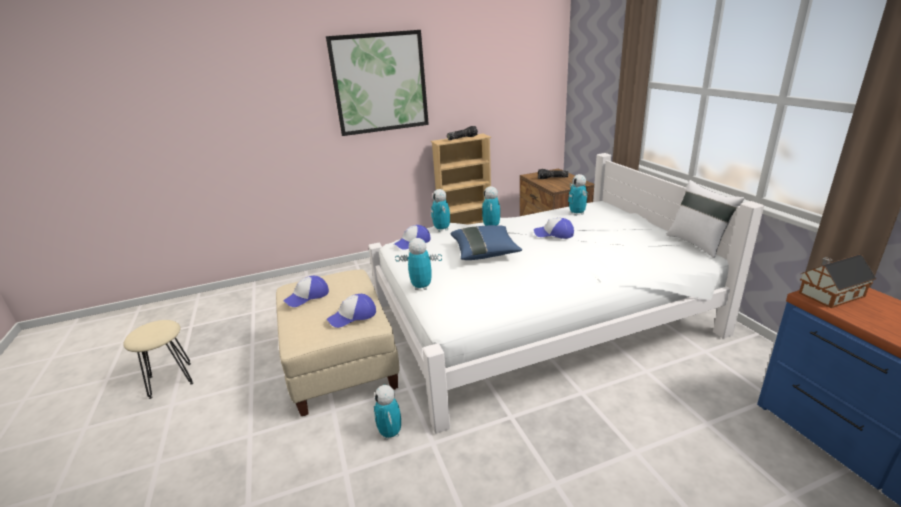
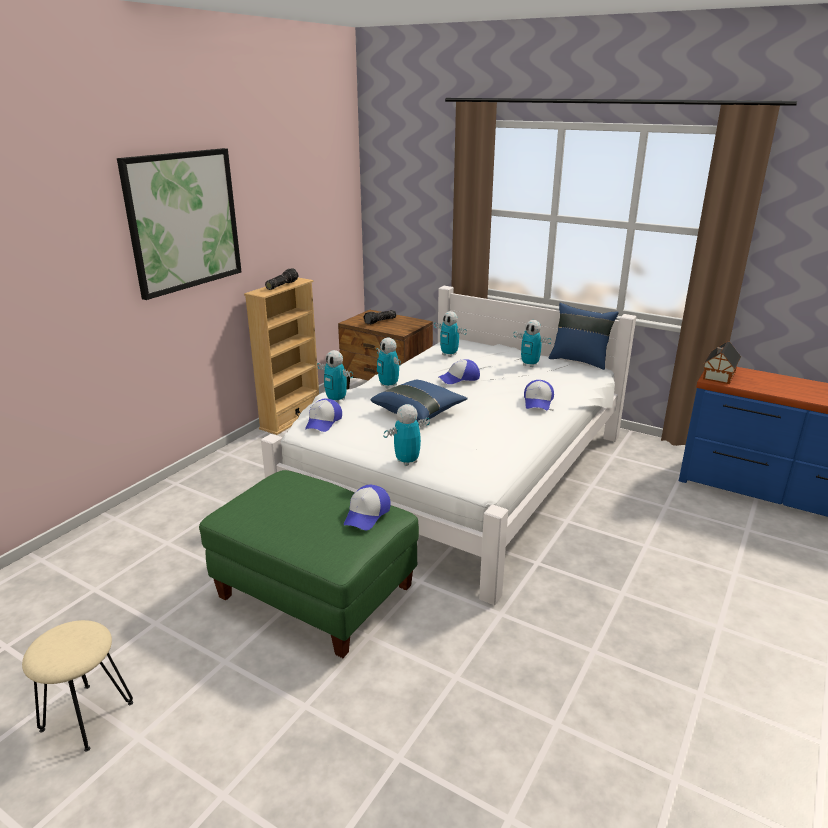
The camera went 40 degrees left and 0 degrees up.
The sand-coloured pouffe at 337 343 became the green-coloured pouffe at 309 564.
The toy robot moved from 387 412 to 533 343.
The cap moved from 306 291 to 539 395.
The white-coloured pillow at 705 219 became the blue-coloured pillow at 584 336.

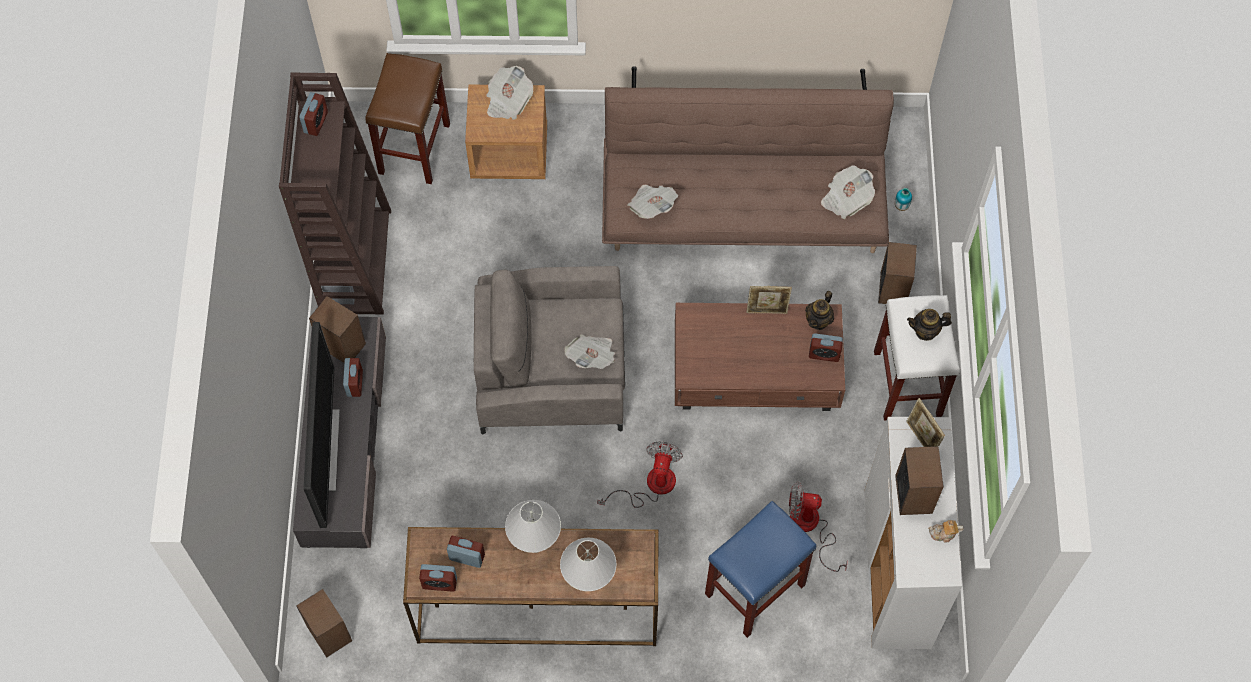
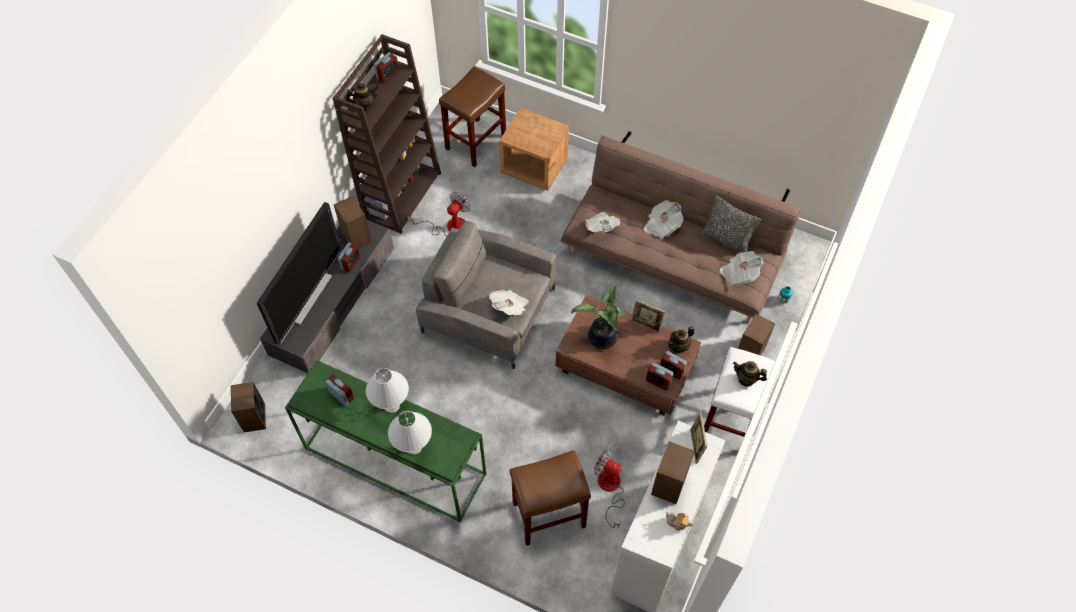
The camera went 25 degrees right and 5 degrees down.
The brown narrow table at 530 586 became the green-coloured narrow table at 386 441.
The pot for tea at 362 97 appeared.
The cooling fan moved from 640 474 to 438 214.
The blue-coloured stool at 760 569 became the brown stool at 550 498.
The potted plant at 598 317 appeared.
The daily paper moved from 509 93 to 664 219.
The bedside clock moved from 438 578 to 659 376.
The pillow at 731 224 appeared.

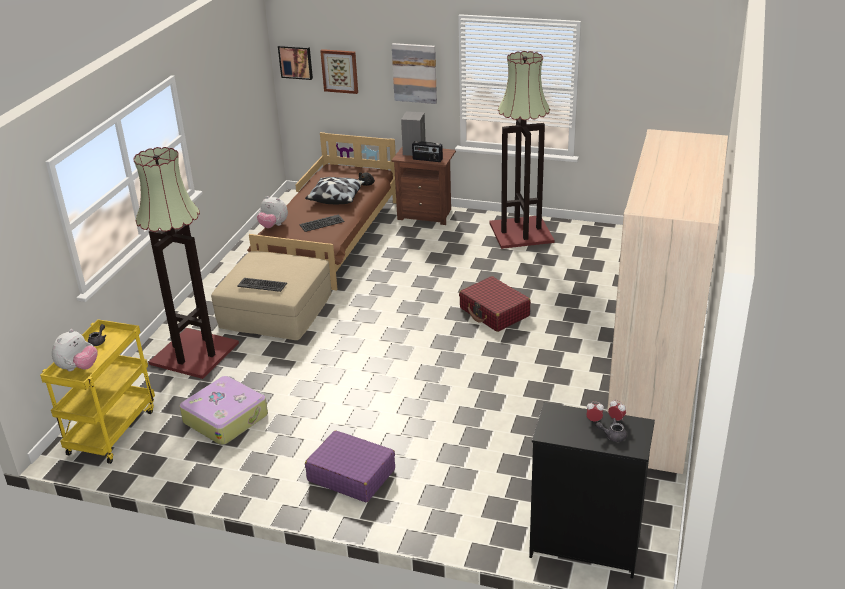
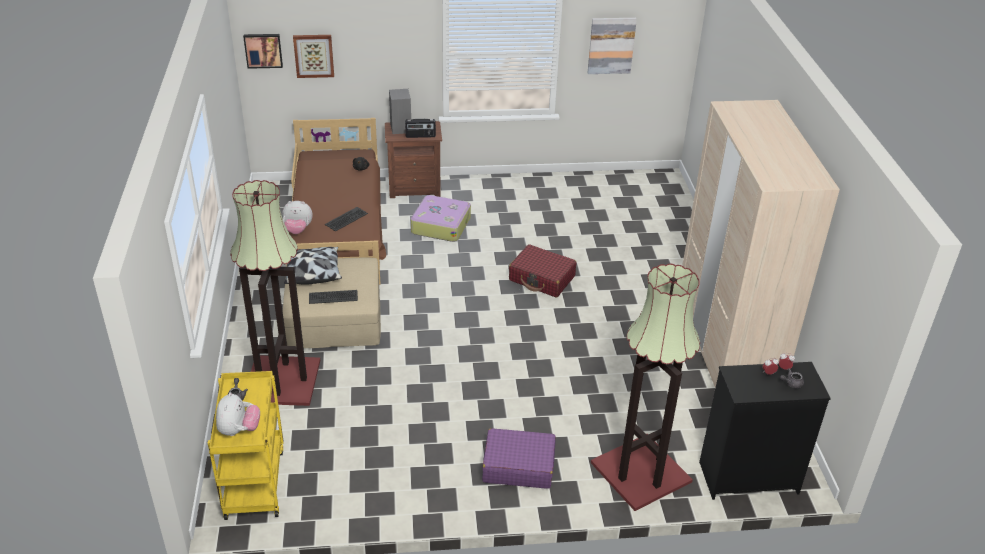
The camera went 25 degrees left and 5 degrees up.
The pillow moved from 335 190 to 313 265.
The piece of luggage moved from 223 410 to 441 218.
The picture moved from 414 73 to 612 46.
The floor lamp moved from 522 150 to 645 387.

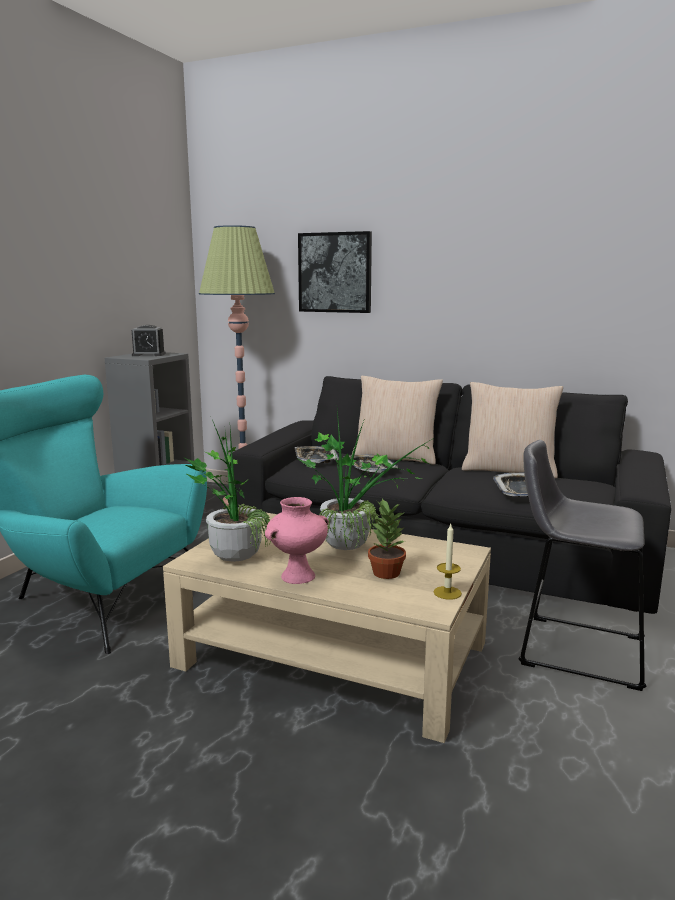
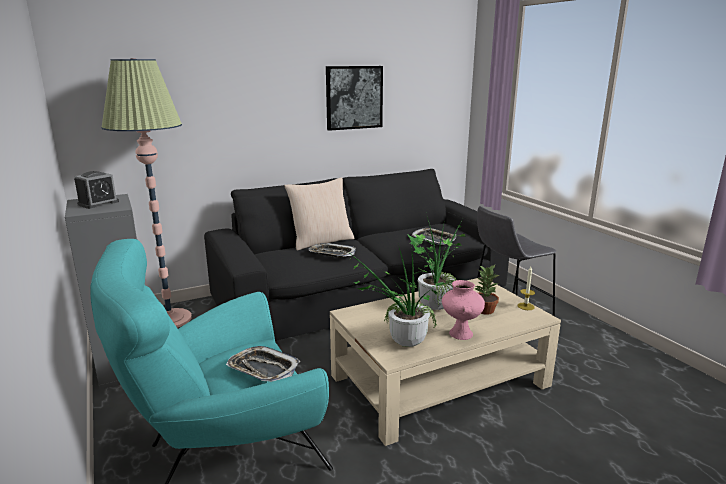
The camera went 50 degrees left and 5 degrees up.
The serving tray moved from 317 454 to 263 364.
The picture moved from 335 272 to 354 98.
The sand-coloured pillow at 512 430 disappeared.

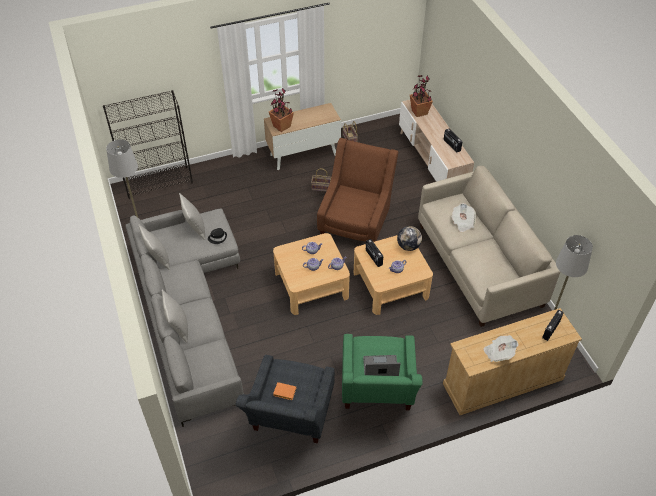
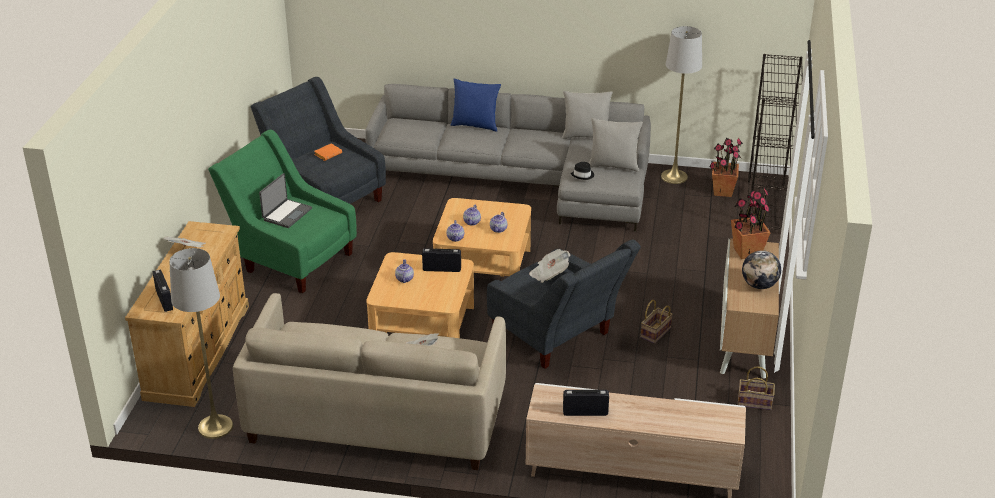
The camera went 120 degrees right and 15 degrees down.
The grey pillow at 175 315 became the blue-coloured pillow at 476 105.
The brown lounge chair at 357 190 became the grey lounge chair at 564 304.
The daily paper at 549 266 appeared.
The potted plant moved from 421 96 to 726 167.
The globe moved from 409 238 to 761 269.

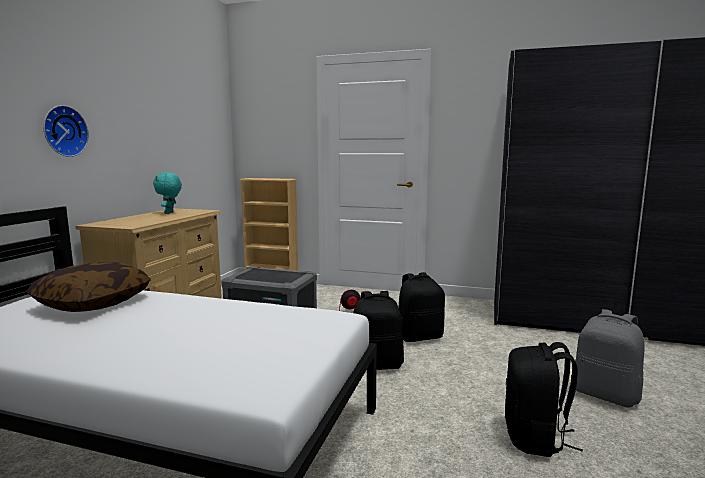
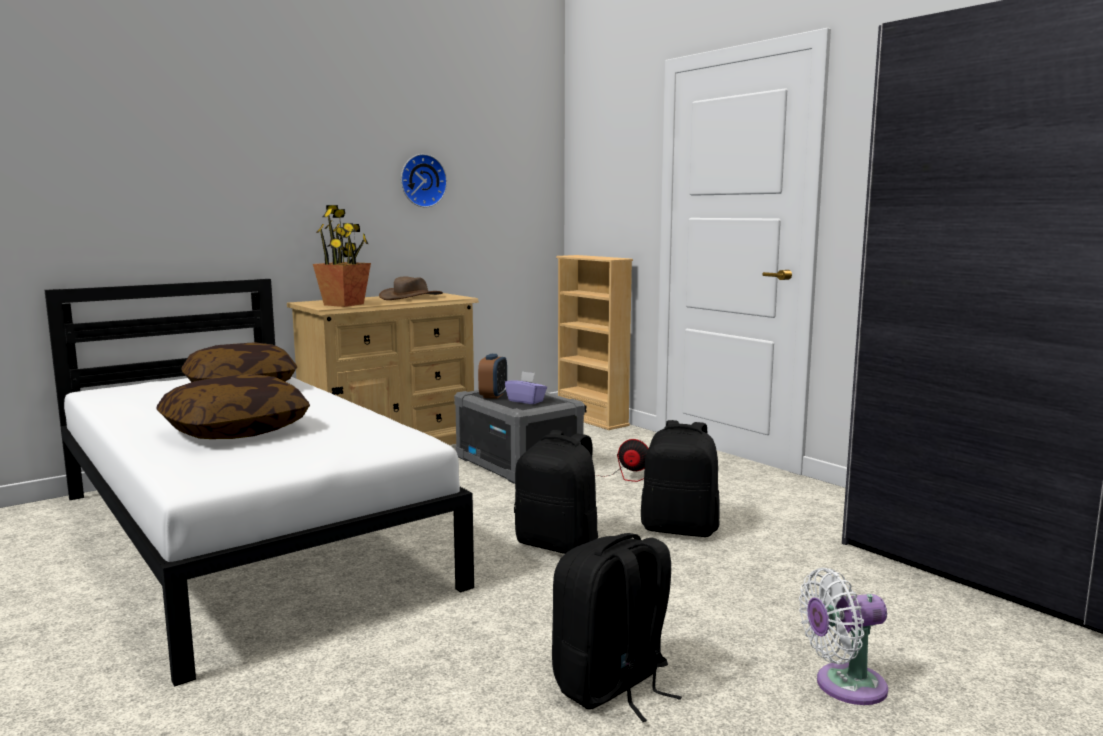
The camera went 35 degrees right and 0 degrees up.
The pillow at 233 406 appeared.
The potted plant at 342 256 appeared.
The turquoise cuddly toy at 167 193 was replaced by the brown hat at 411 288.
The wall clock moved from 66 131 to 424 180.
The bedside clock at 492 376 appeared.
The purple box of tissues at 526 387 appeared.
The grey knapsack at 609 358 was replaced by the white-coloured cooling fan at 843 636.

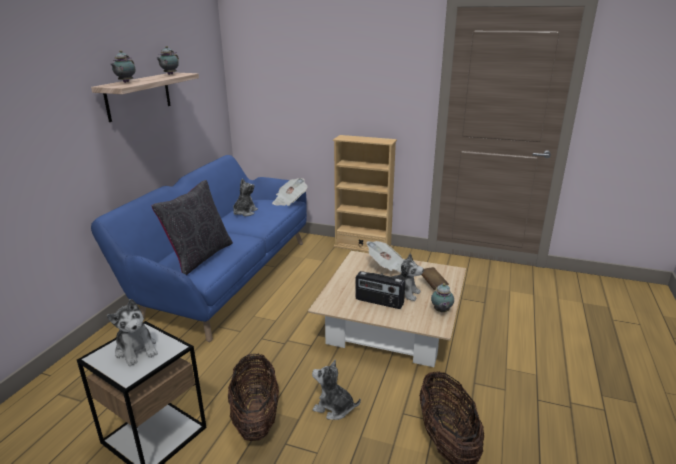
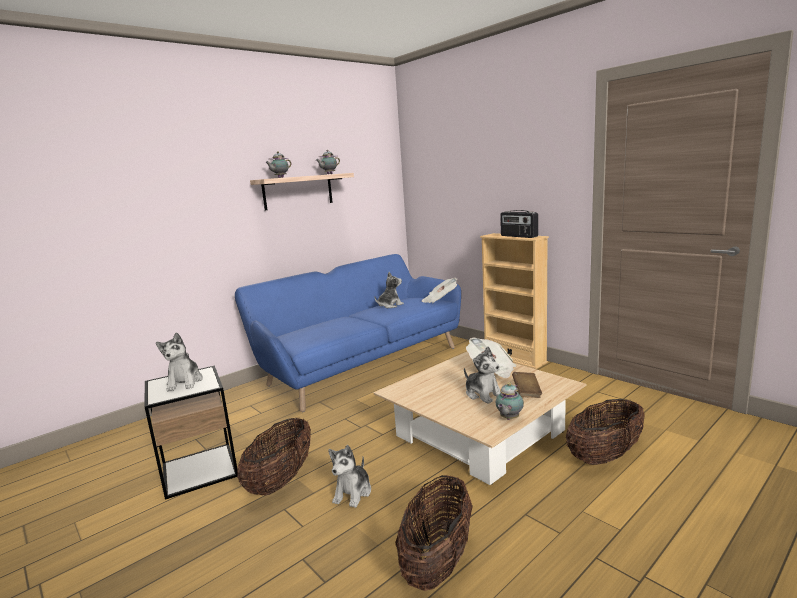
The camera went 30 degrees right and 10 degrees down.
The cuddly toy at 336 390 turned 120 degrees counterclockwise.
The radio moved from 380 290 to 519 224.
The household basket at 605 432 appeared.
The black pillow at 192 227 disappeared.

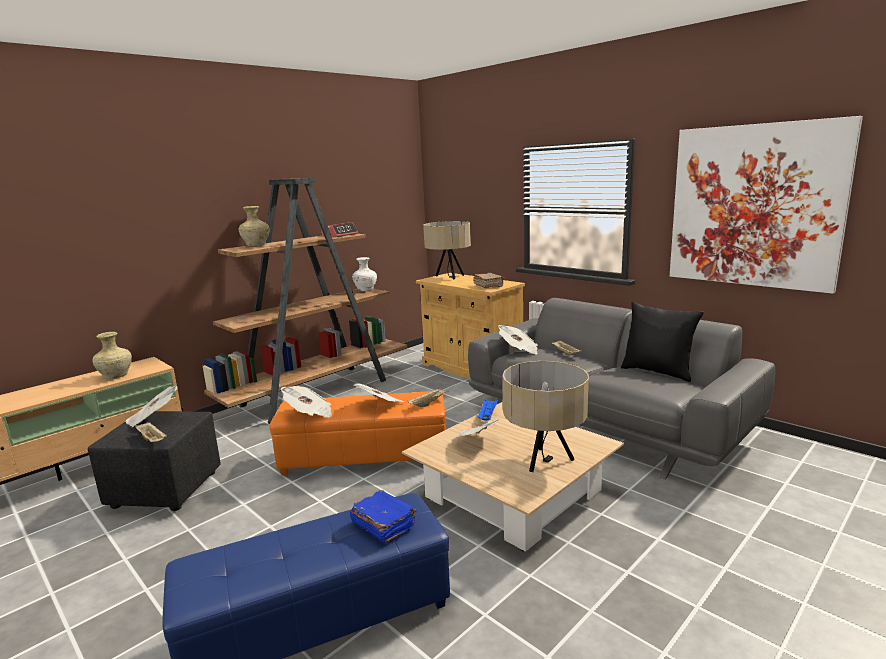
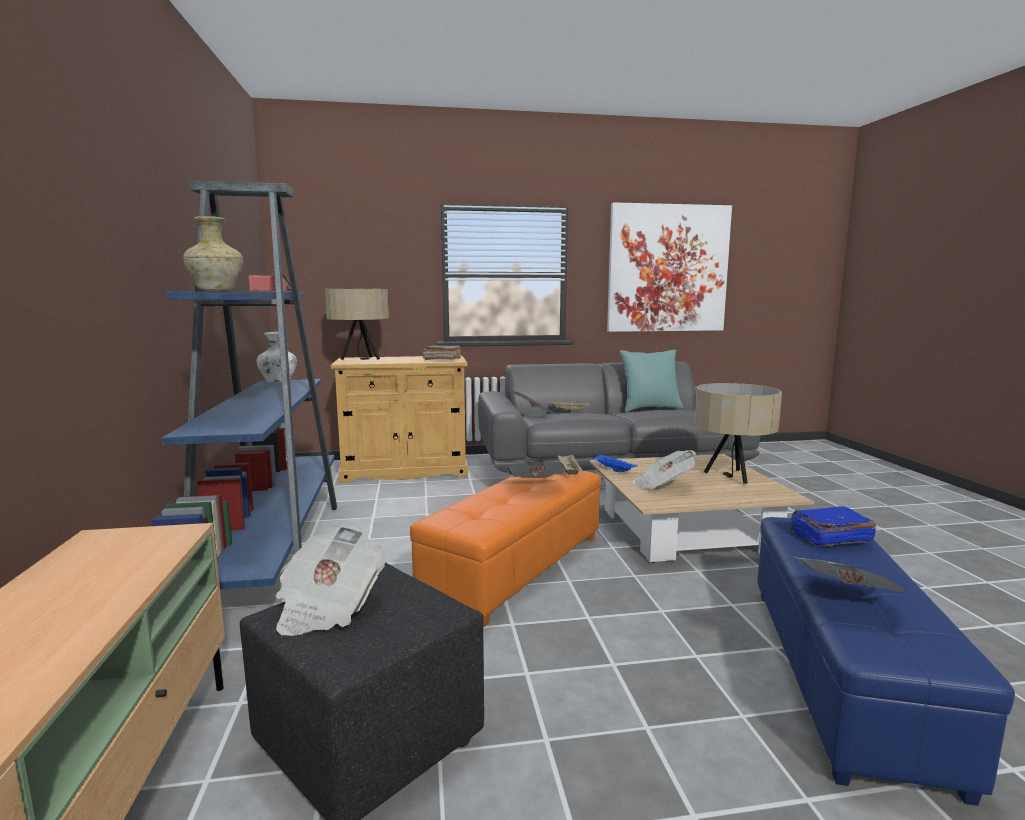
The camera went 55 degrees left and 5 degrees down.
The brown bookshelf at 305 301 became the blue-coloured bookshelf at 244 385.
The black pillow at 662 342 became the turquoise pillow at 651 381.
The daily paper moved from 306 402 to 850 574.
The sand-coloured flower vase at 112 355 disappeared.
The sand-coloured serving tray at 151 432 disappeared.

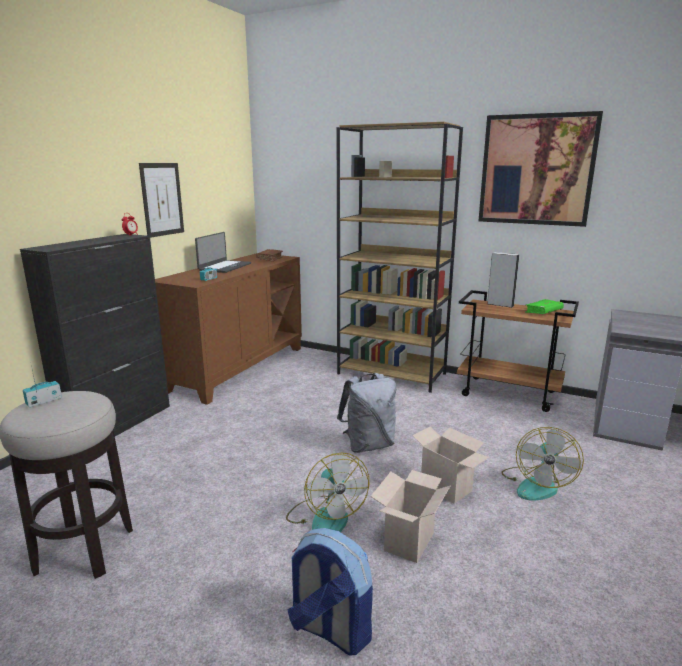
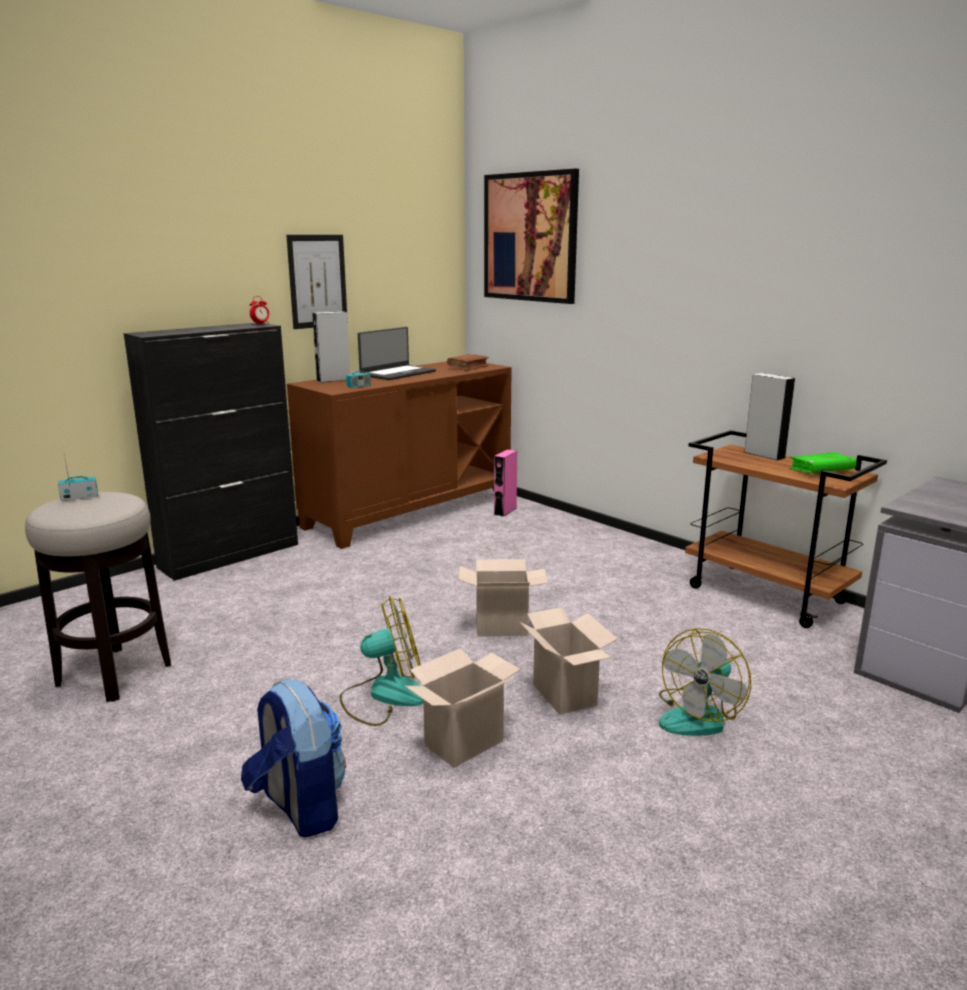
The camera went 20 degrees right and 0 degrees up.
The grey speaker at 331 347 appeared.
The cooling fan at 327 492 turned 105 degrees counterclockwise.
The grey knapsack at 366 413 was replaced by the cardboard box at 503 597.
The picture moved from 541 169 to 531 236.
The pink speaker at 505 483 appeared.
The brown bookshelf at 400 257 disappeared.

